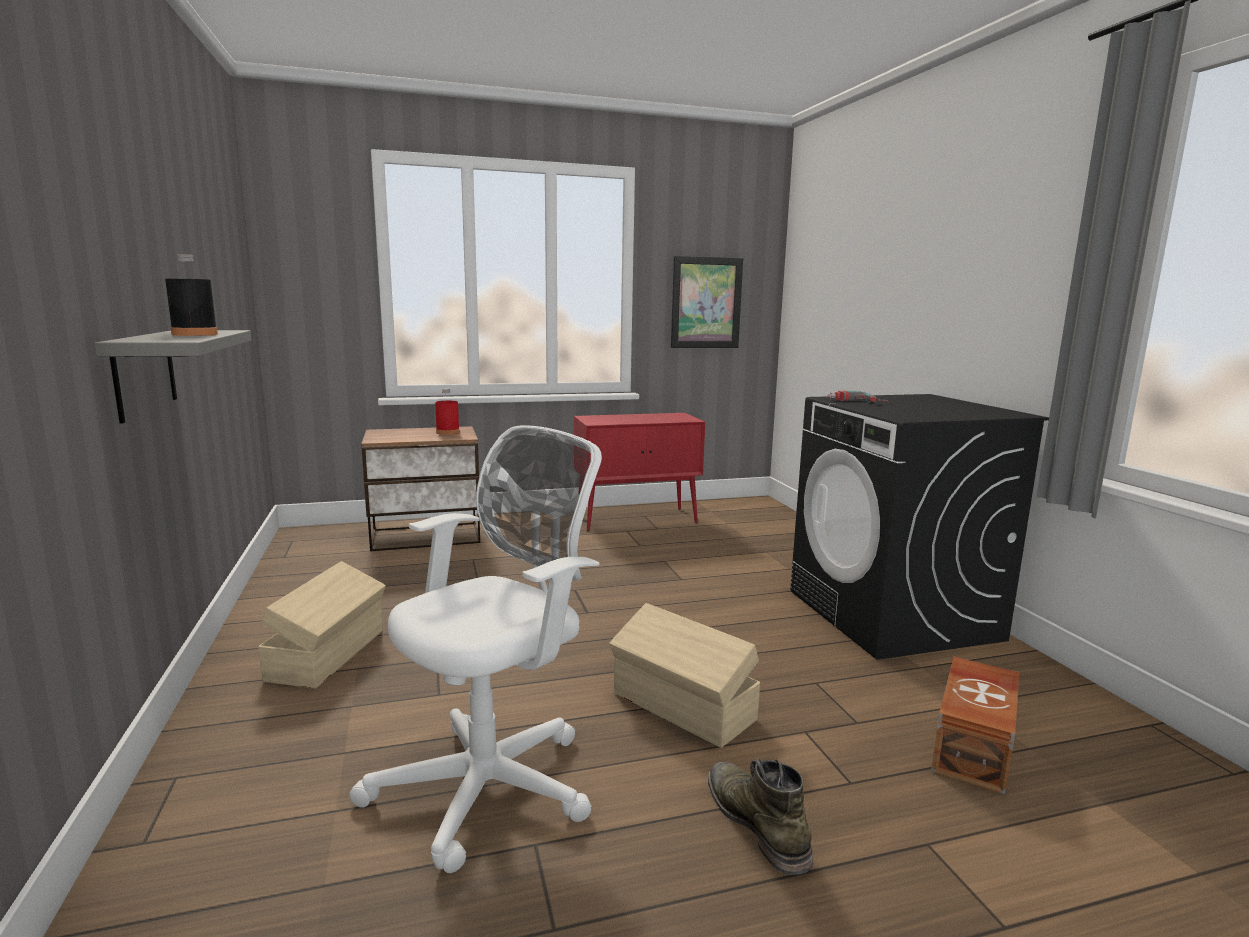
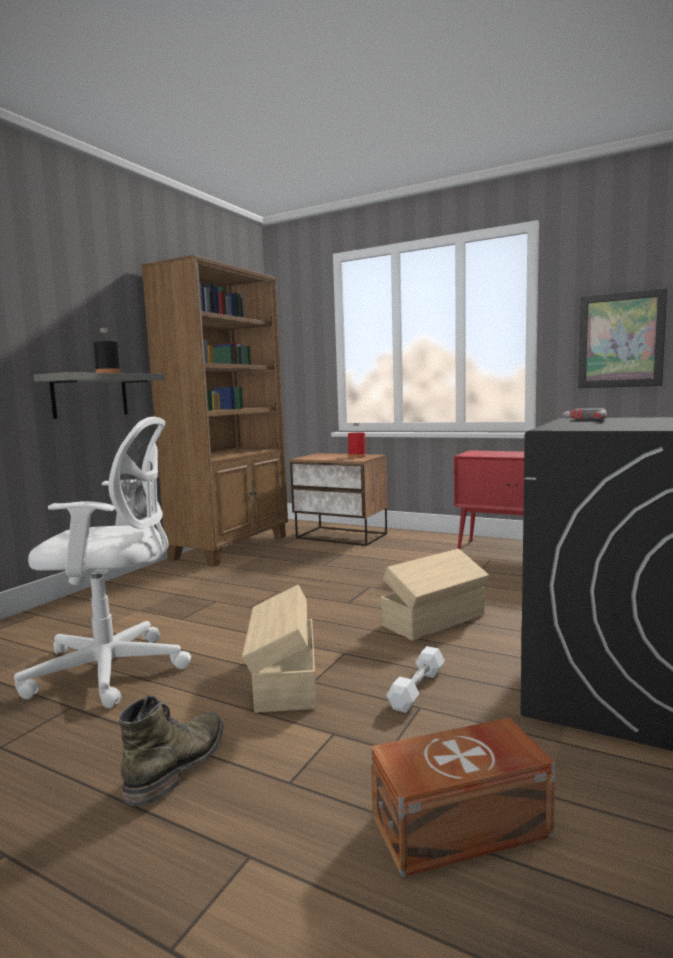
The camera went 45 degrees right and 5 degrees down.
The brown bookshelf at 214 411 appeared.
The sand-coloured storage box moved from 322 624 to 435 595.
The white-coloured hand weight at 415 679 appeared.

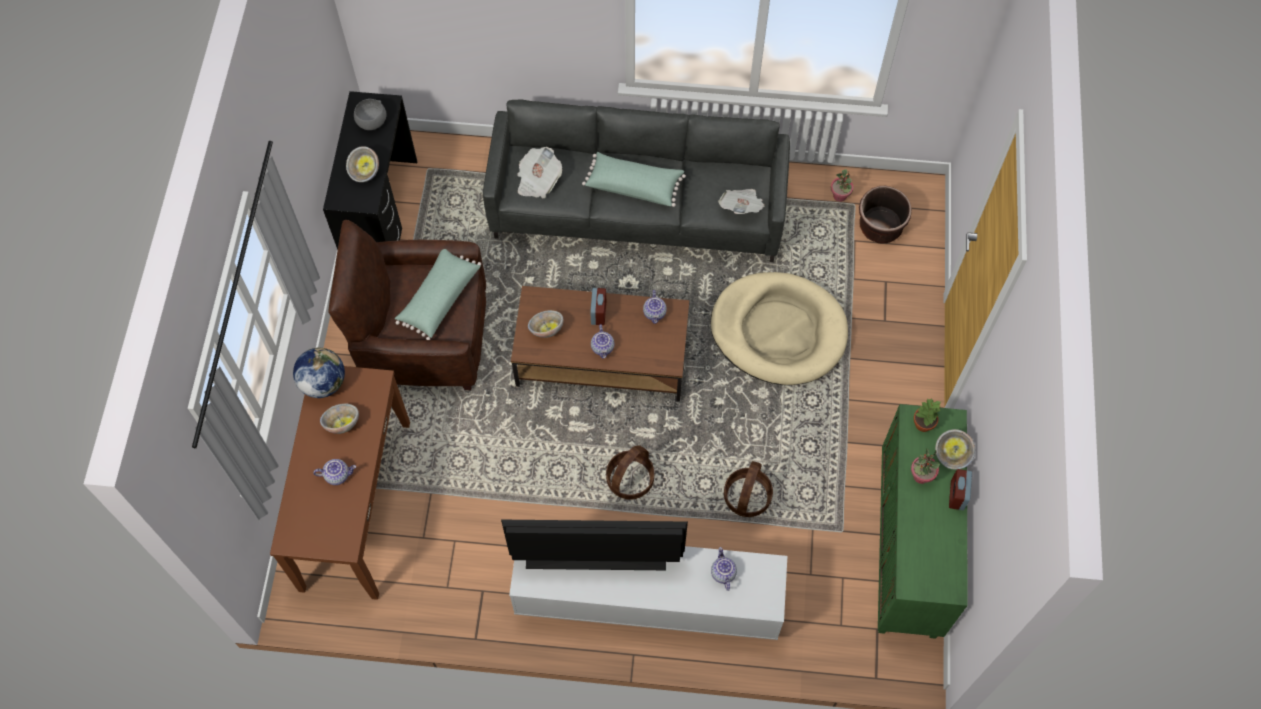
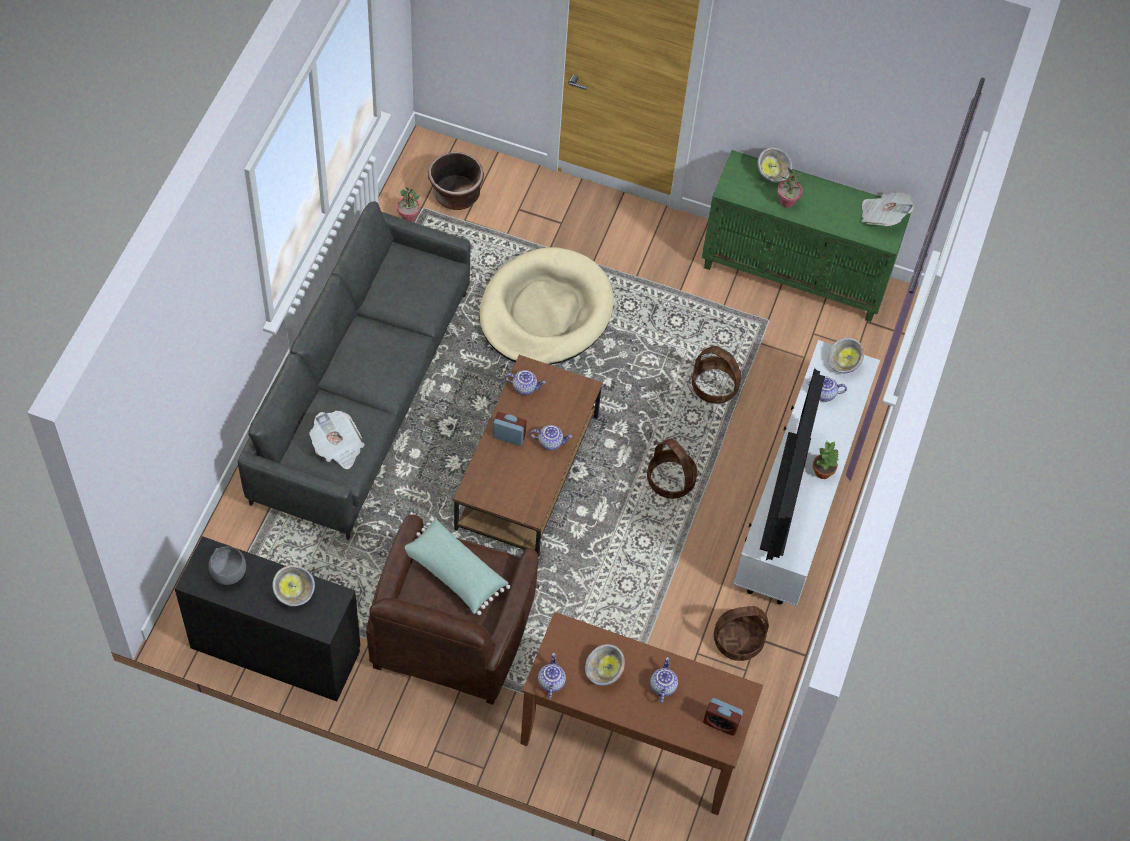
The camera went 80 degrees left and 5 degrees down.
The globe at 319 373 was replaced by the pot for tea at 552 676.
The bedside clock moved from 960 489 to 723 717.
The household basket at 741 633 appeared.
The potted plant moved from 927 415 to 826 460.
The bowl moved from 546 324 to 846 355.
The daily paper moved from 741 201 to 887 209.
The green-coloured pillow at 634 179 disappeared.

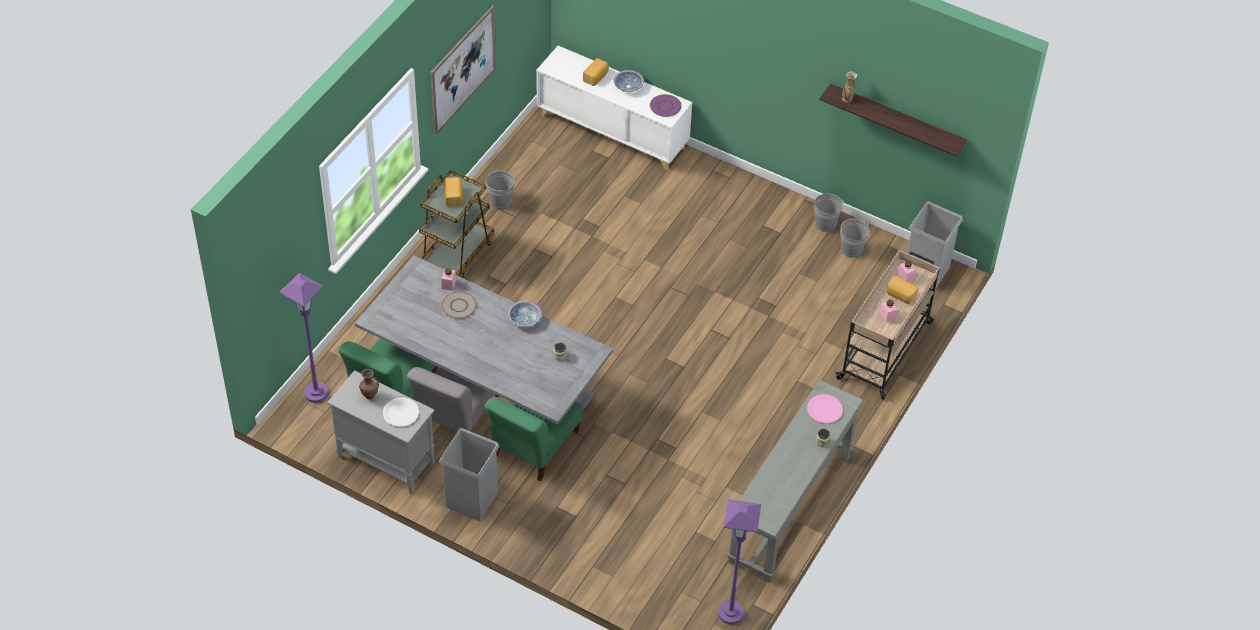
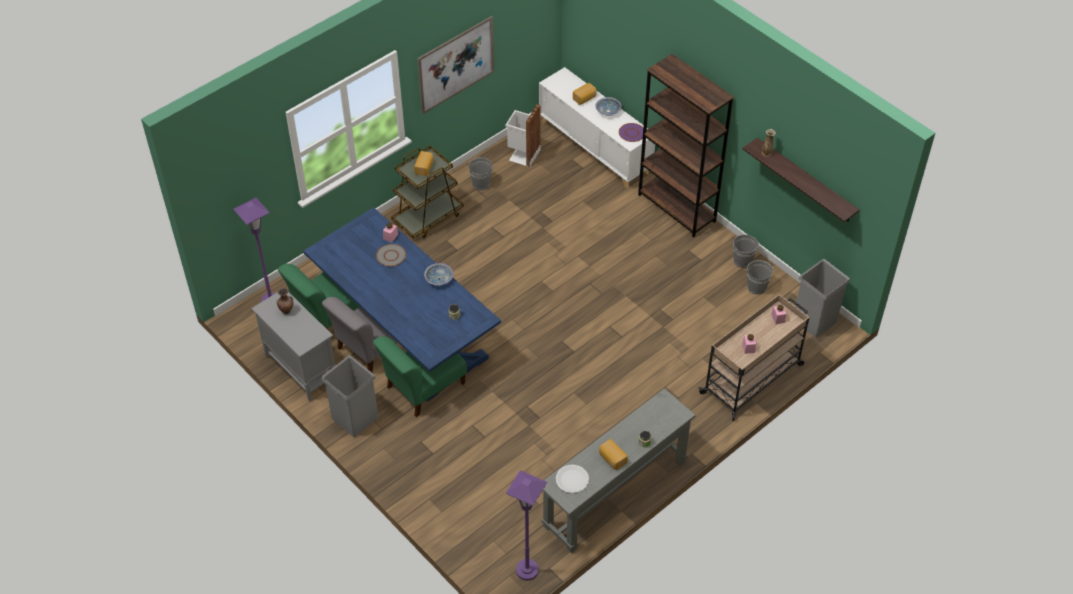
The camera went 20 degrees right and 0 degrees up.
The grey dinner table at 484 340 became the blue-coloured dinner table at 402 304.
The white-coloured rubbish bin at 523 135 appeared.
The white-coloured flat dish moved from 401 412 to 572 479.
The bread moved from 902 289 to 613 454.
The brown bookshelf at 686 146 appeared.
The pink flat dish at 825 408 disappeared.

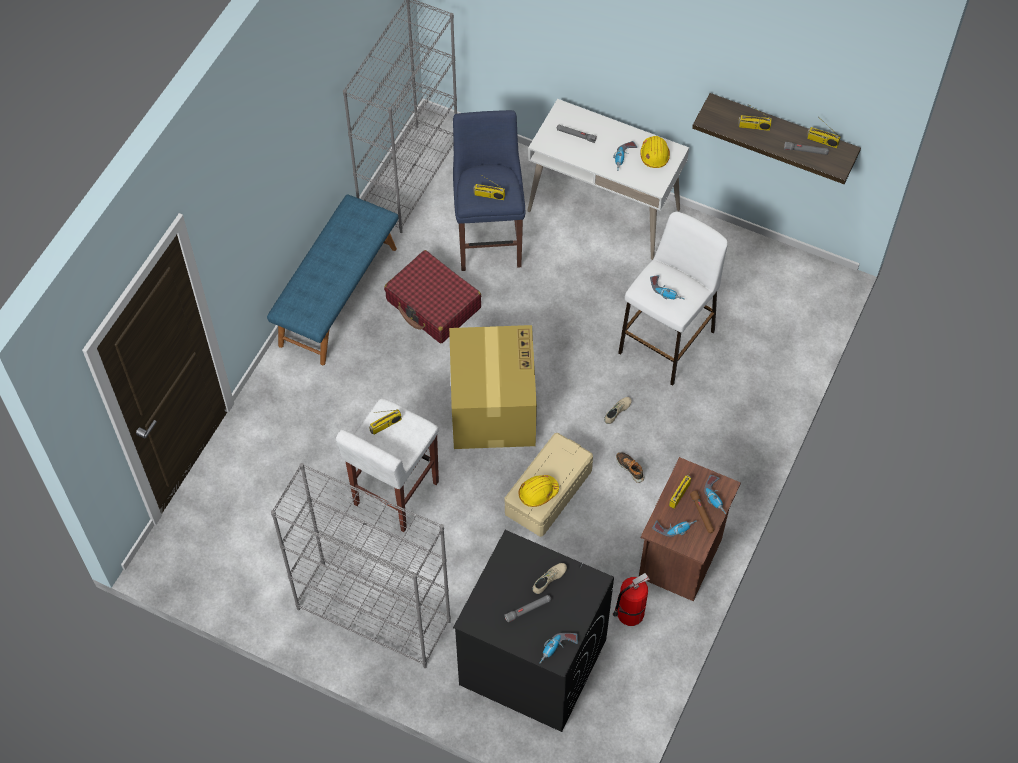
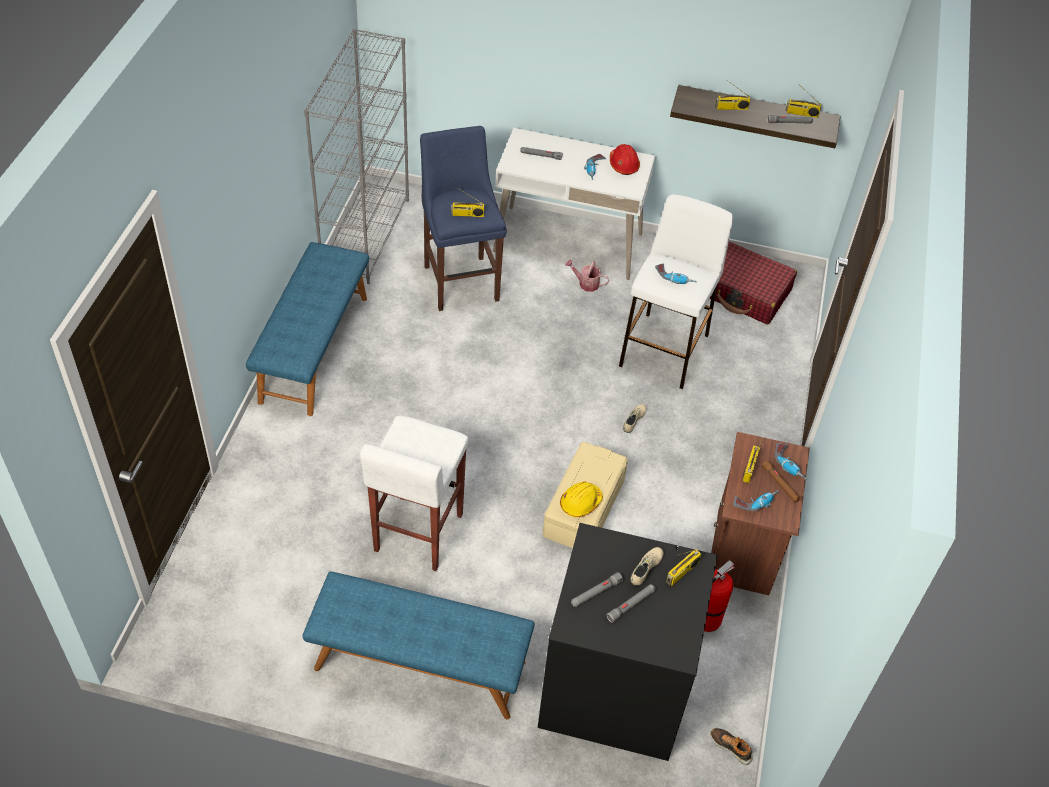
The camera went 15 degrees left and 10 degrees down.
The grey bookshelf at 361 565 was replaced by the blue-coloured indoor bench at 418 645.
The watering pot at 587 276 appeared.
The grey torch at 597 589 appeared.
The yellow safety helmet at 655 152 became the red-coloured safety helmet at 625 159.
The radio moved from 385 422 to 683 567.
The red-coloured piece of luggage moved from 432 296 to 753 282.
The item of footwear moved from 630 467 to 731 746.
The cardboard box at 493 387 disappeared.
The power drill at 558 648 disappeared.

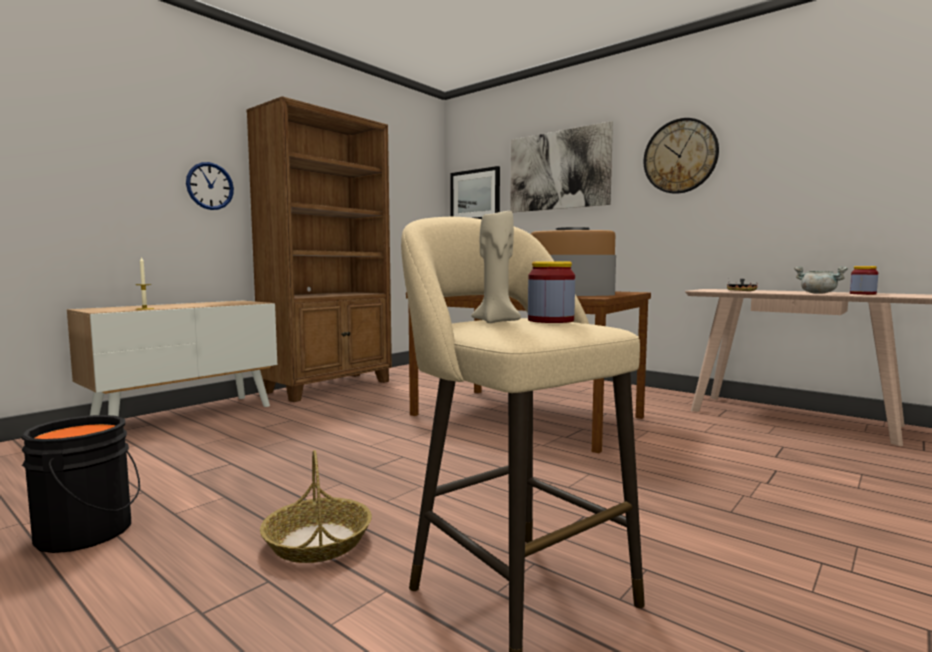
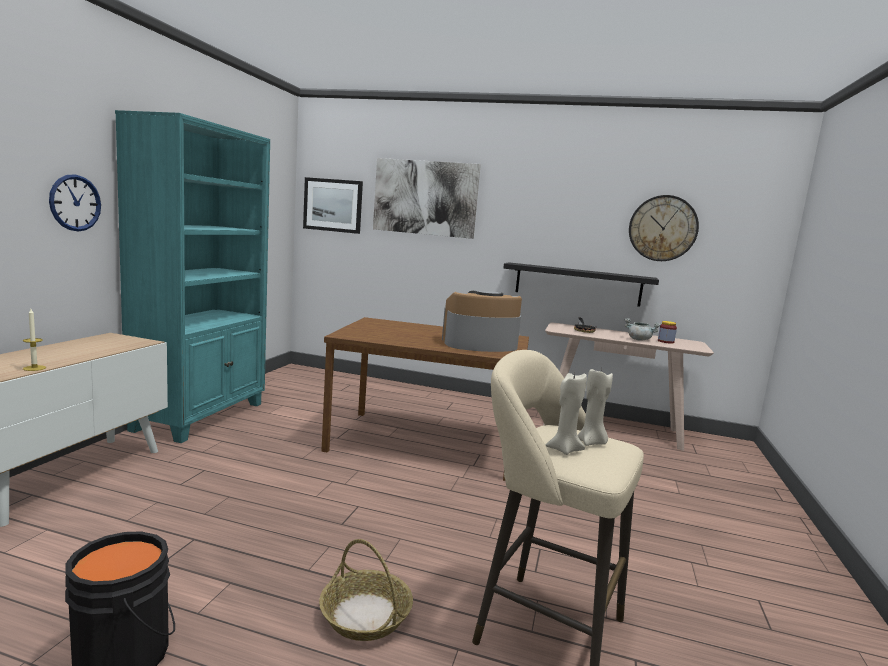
The camera went 25 degrees left and 5 degrees up.
The brown bookshelf at 319 249 became the turquoise bookshelf at 192 276.
The black bracket shelf at 581 284 appeared.
The jar at 551 292 was replaced by the sand-coloured wax light at 595 407.
The wall clock moved from 681 156 to 664 228.

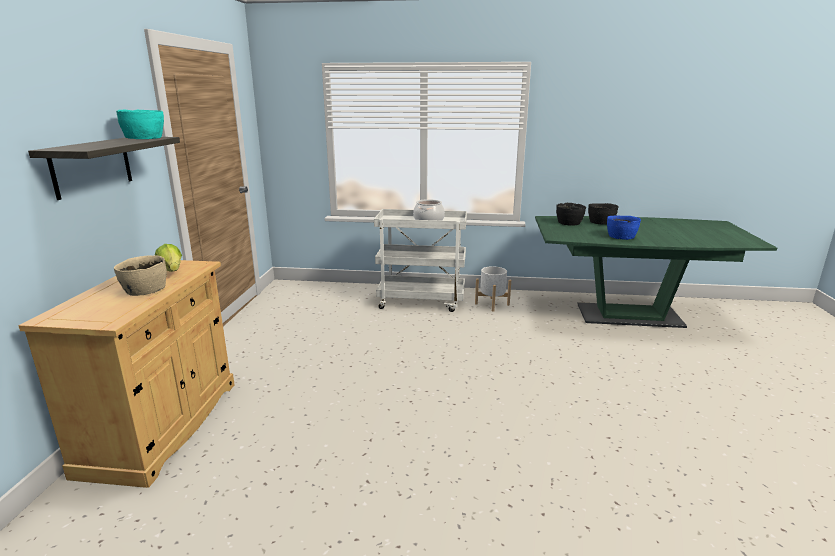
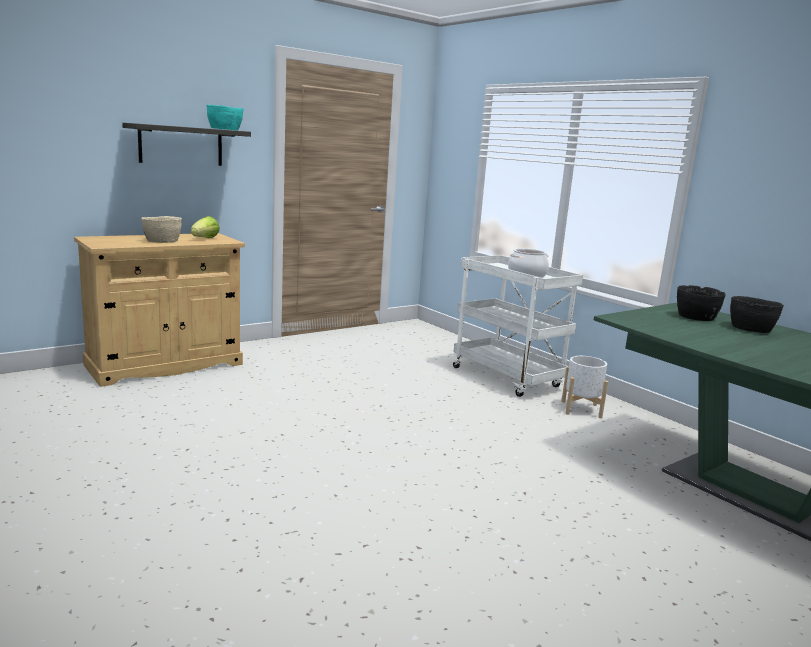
The camera went 45 degrees right and 5 degrees down.
The blue-coloured bowl at 624 228 disappeared.

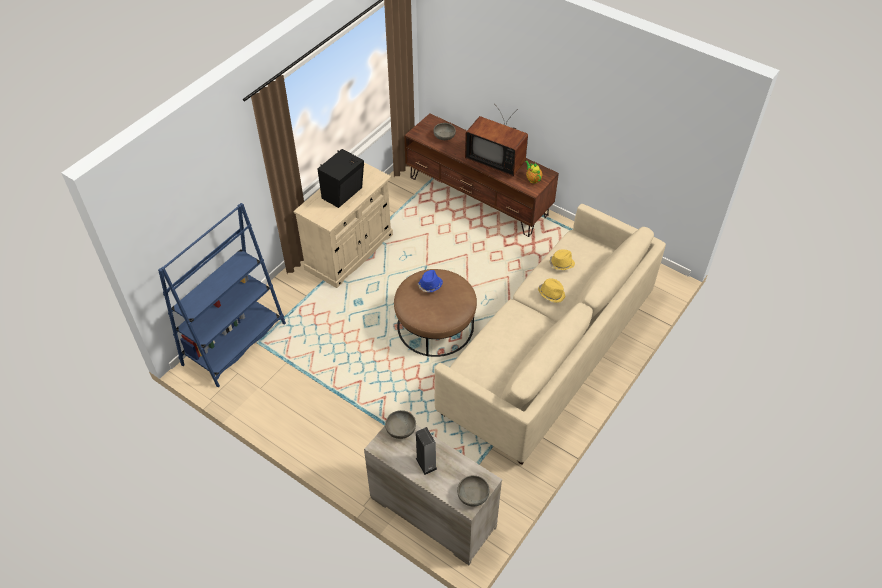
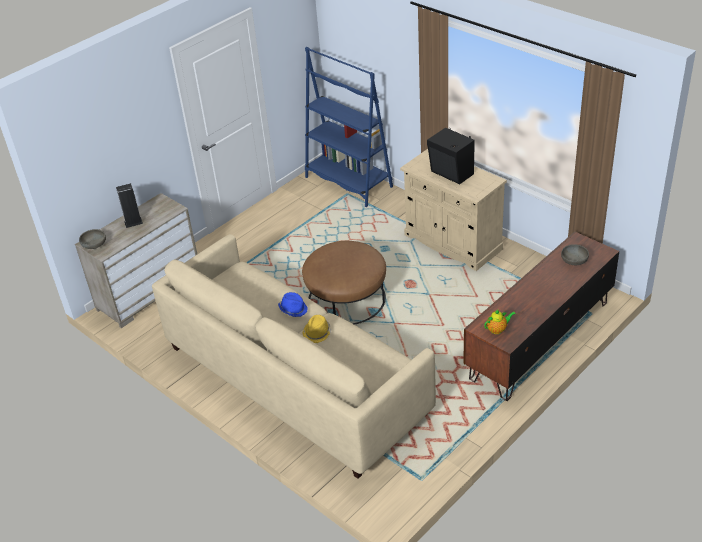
The camera went 100 degrees right and 10 degrees down.
The blue-coloured hat moved from 430 281 to 292 304.
The grey bowl at 400 424 disappeared.
The TV set at 496 141 disappeared.
The yellow hat at 562 259 disappeared.

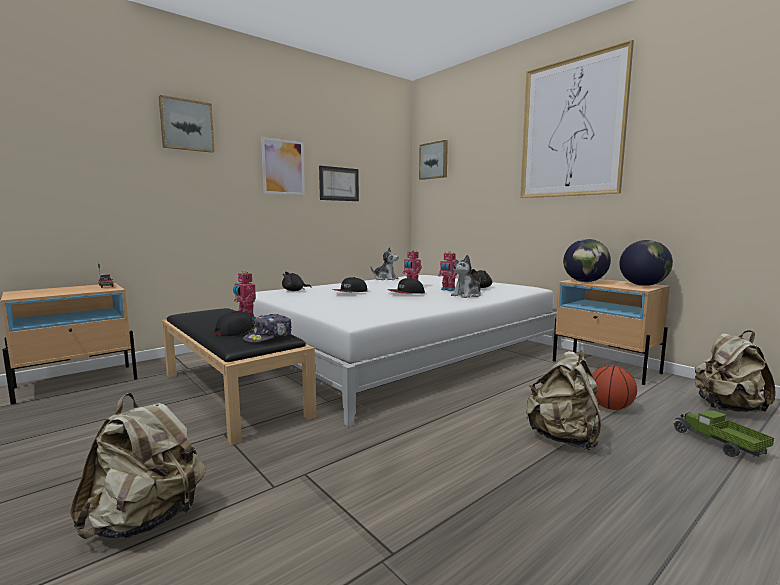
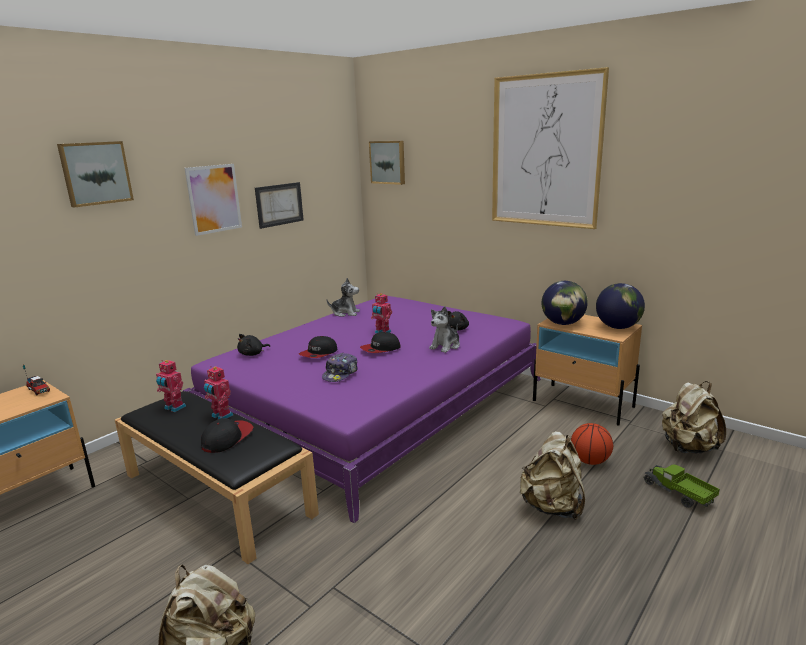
The camera went 10 degrees left and 10 degrees up.
The toy robot moved from 447 271 to 171 386.
The white-coloured sleeping bed at 408 351 became the purple sleeping bed at 362 409.
The cap moved from 267 328 to 339 367.

